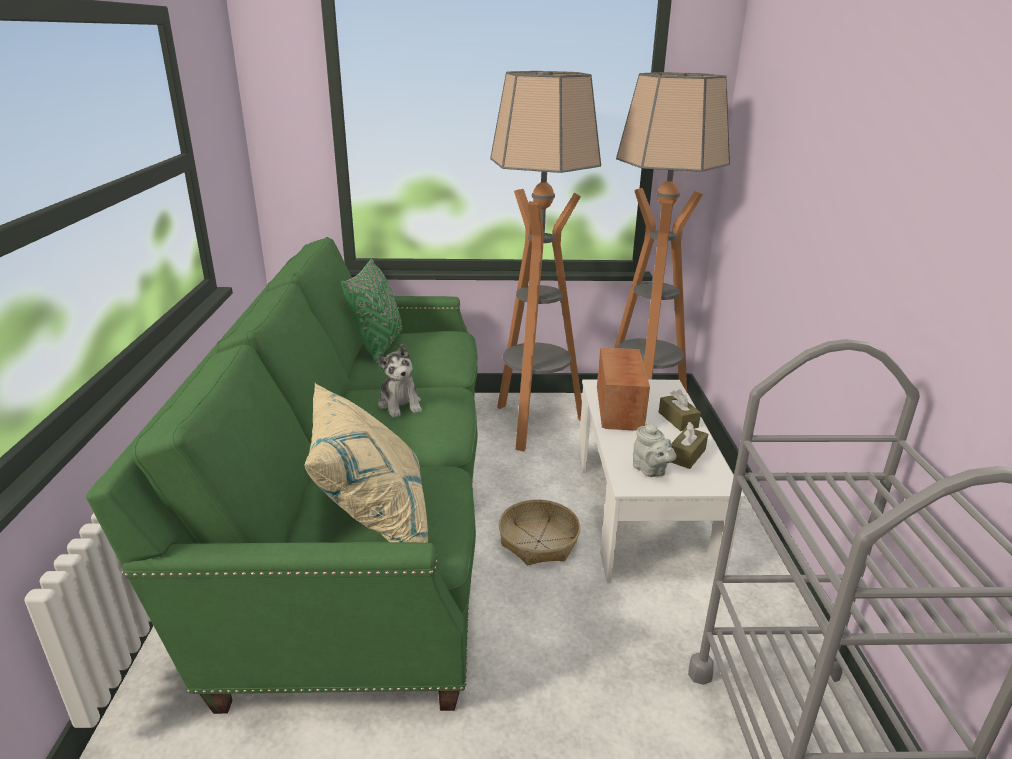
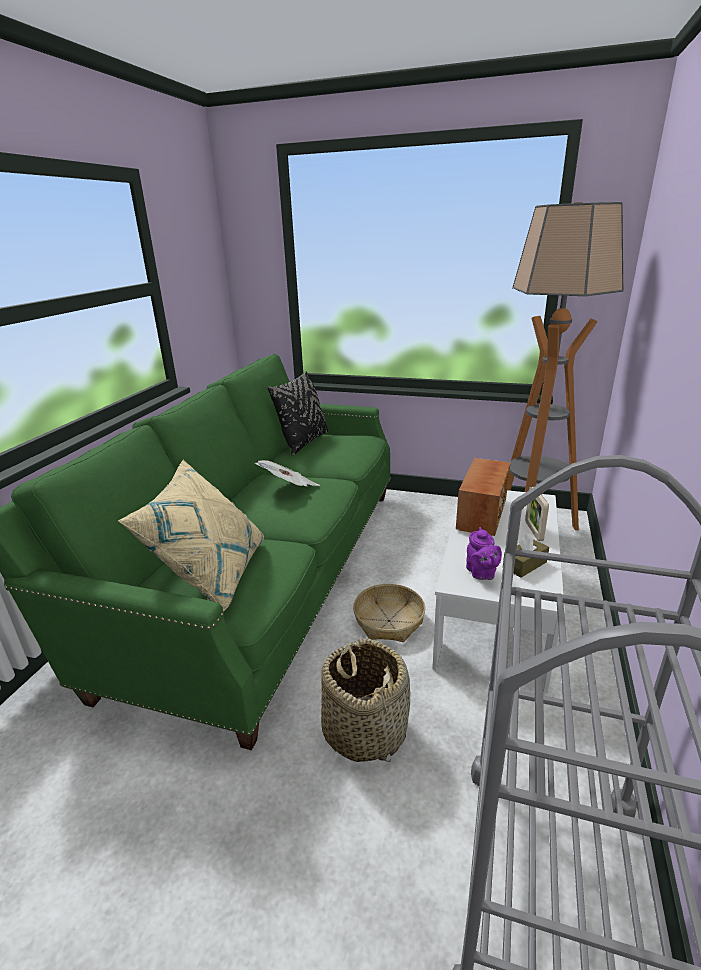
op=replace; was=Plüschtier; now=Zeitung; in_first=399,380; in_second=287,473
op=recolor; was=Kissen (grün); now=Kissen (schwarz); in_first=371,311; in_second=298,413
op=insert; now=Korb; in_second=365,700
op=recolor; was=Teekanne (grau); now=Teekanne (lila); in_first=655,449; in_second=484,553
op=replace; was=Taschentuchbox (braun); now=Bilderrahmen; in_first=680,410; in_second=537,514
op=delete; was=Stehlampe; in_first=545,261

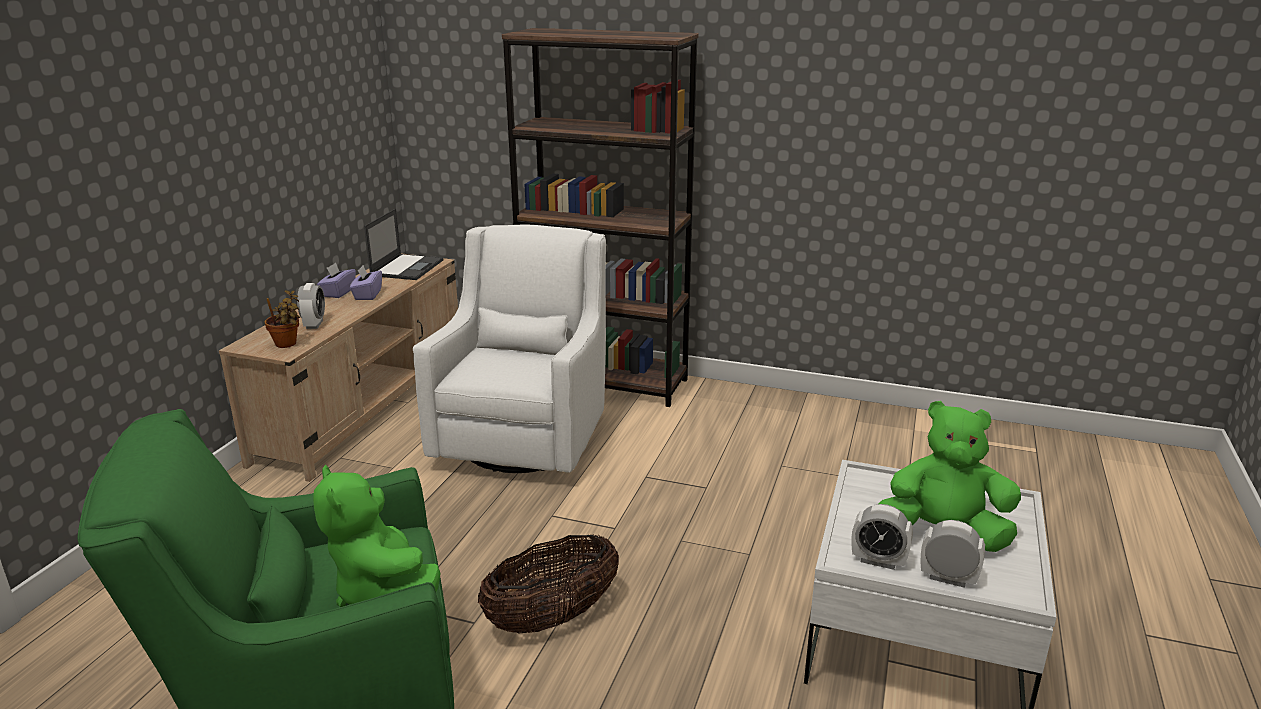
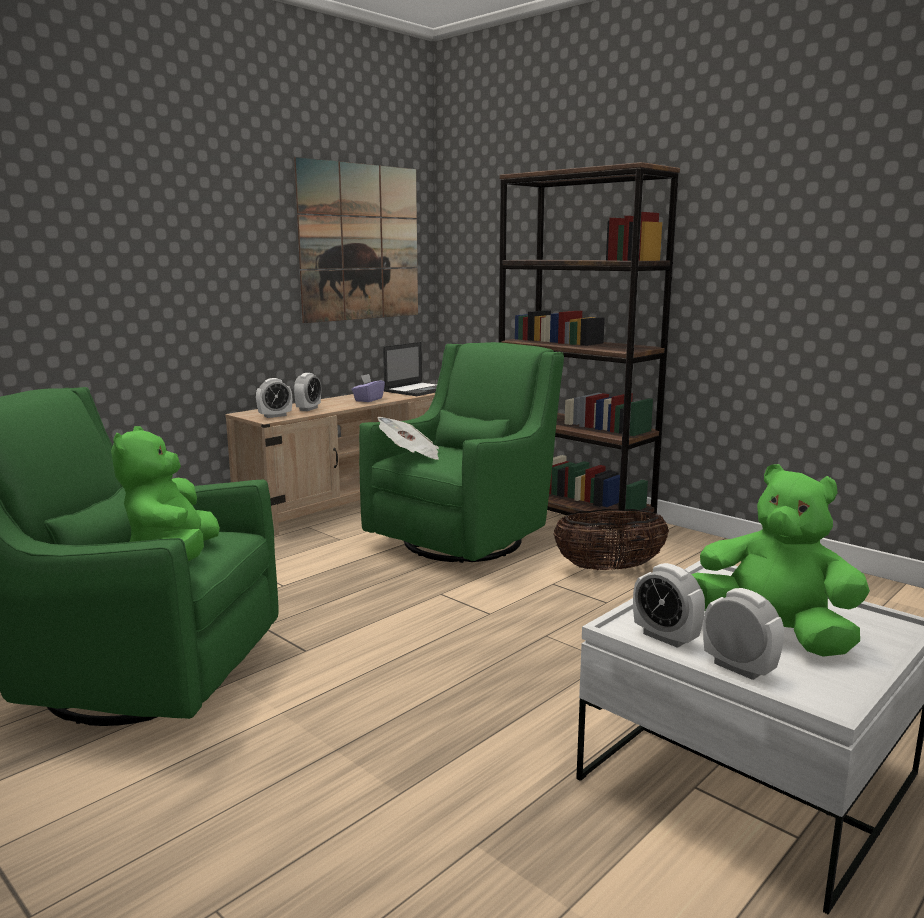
op=replace; was=Topfpflanze; now=Wecker; in_first=282,319; in_second=274,398
op=insert; now=Bild; in_second=356,240
op=recolor; was=Sessel (weiß); now=Sessel (grün); in_first=509,348; in_second=461,452
op=insert; now=Zeitung; in_second=408,438
op=move; was=Korb; in_first=548,583; in_second=611,539
op=delete; was=Taschentuchbox (lila); in_first=336,280

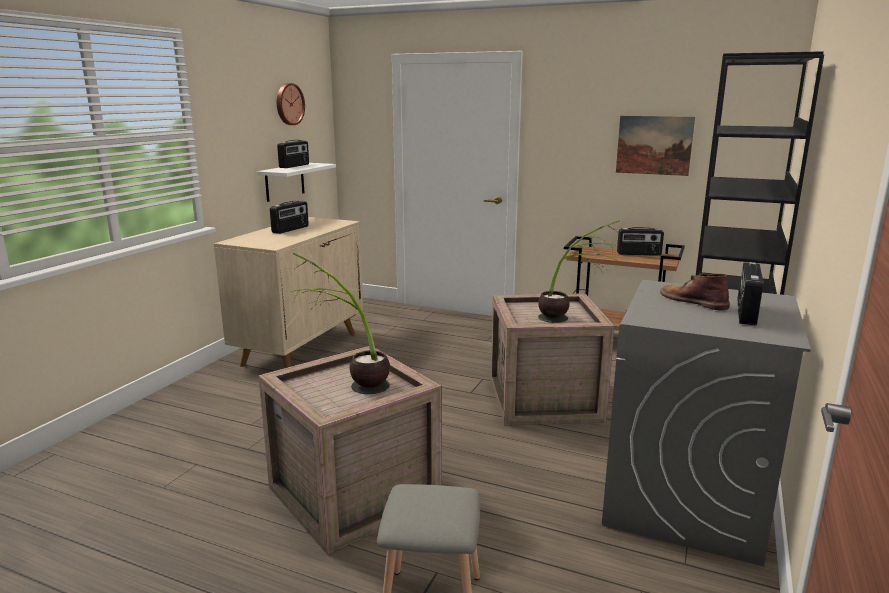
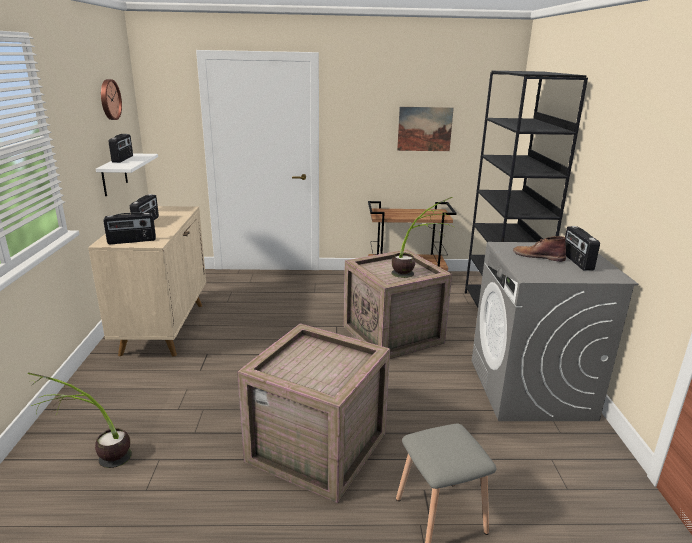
op=move; was=Topfpflanze; in_first=340,323; in_second=80,420
op=move; was=Radio; in_first=640,241; in_second=129,228

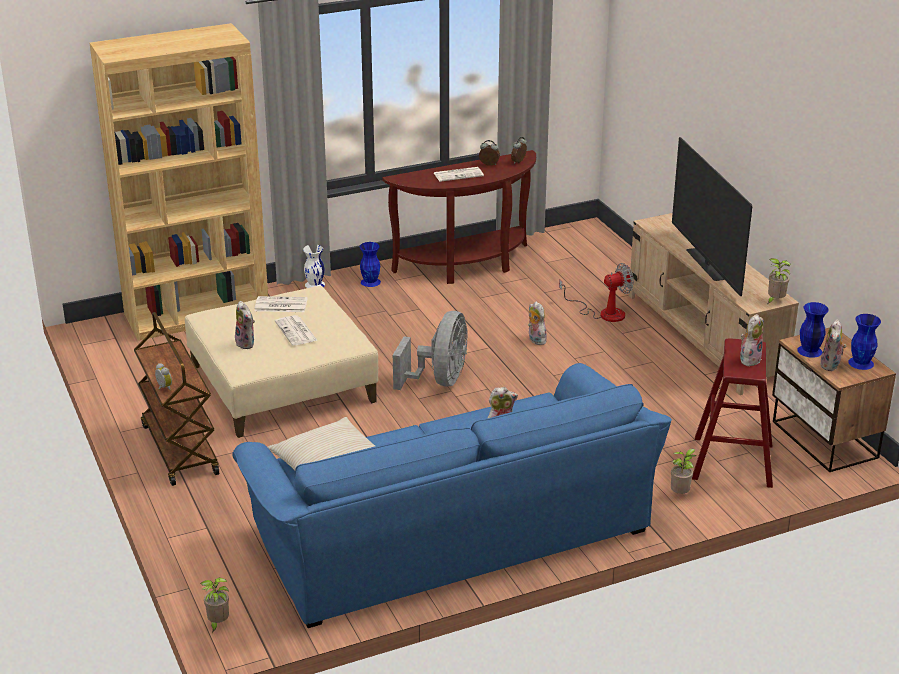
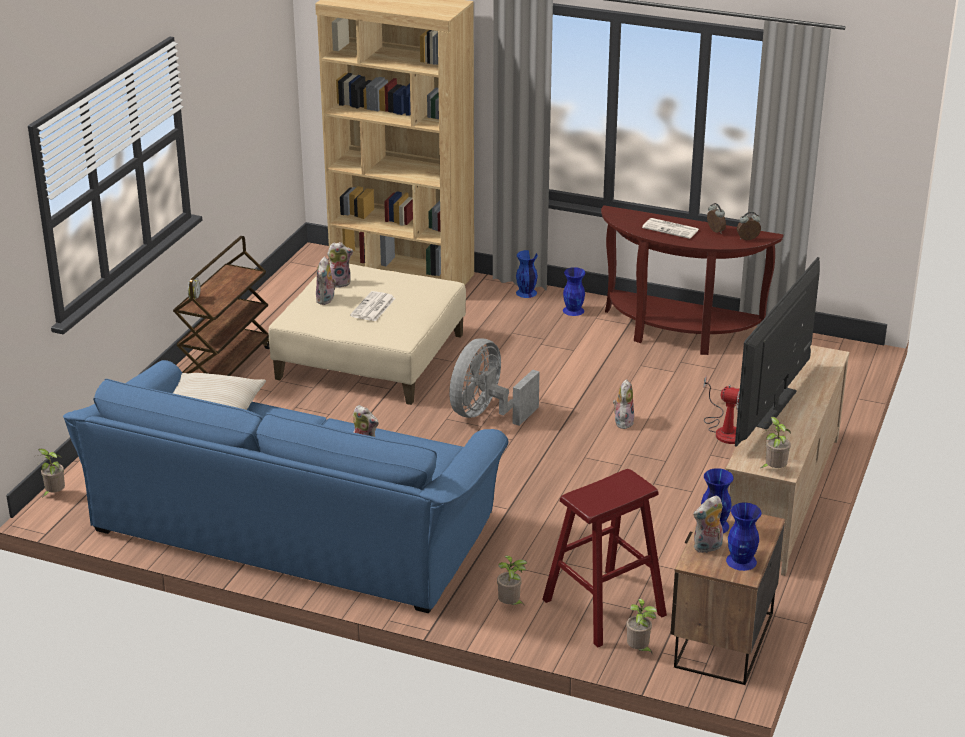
op=move; was=Plüschtier; in_first=752,340; in_second=340,265
op=rotate; was=Ventilator (grau); in_first=430,350; in_second=494,382; clockwise=150
op=recolor; was=Vase (weiß); now=Vase (blau); in_first=314,266; in_second=527,274
op=insert; now=Topfpflanze; in_second=641,625
op=delete; was=Zeitung; in_first=281,304

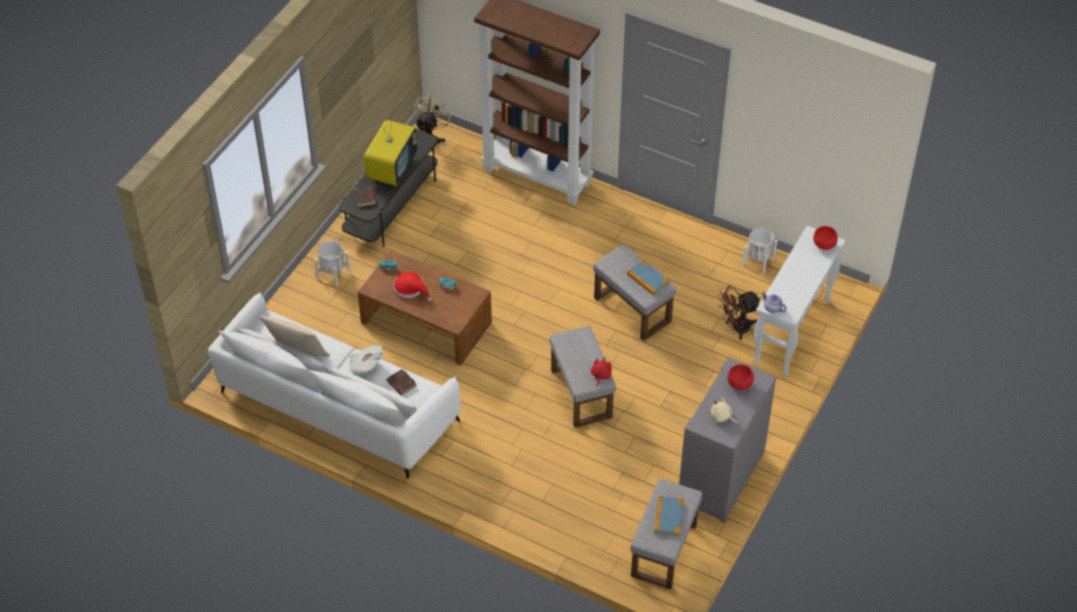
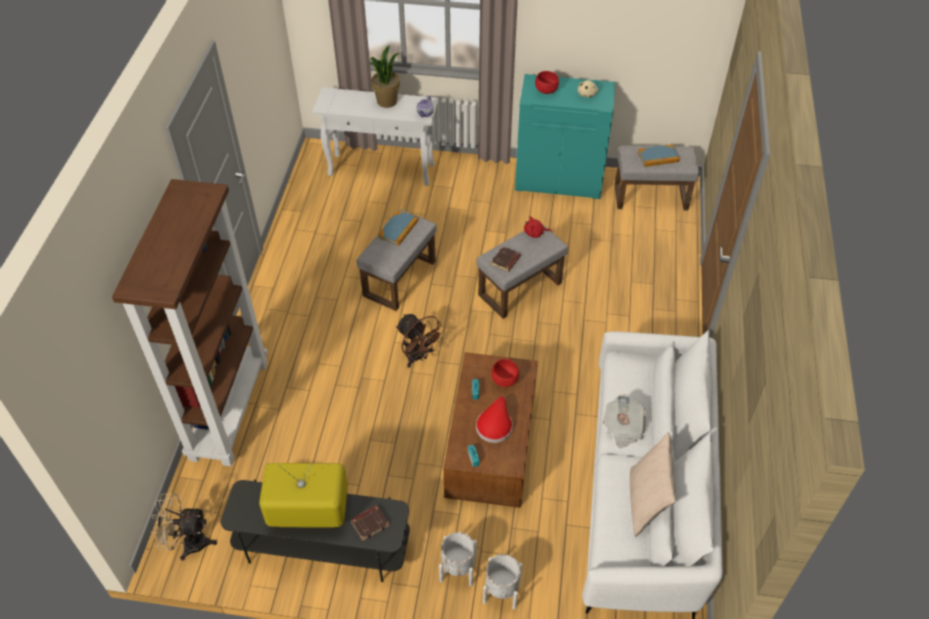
op=insert; now=Topfpflanze; in_second=384,76
op=move; was=Ventilator (braun); in_first=739,313; in_second=420,341
op=move; was=Pflanzkübel (weiß); in_first=759,251; in_second=502,582
op=move; was=Buch (braun); in_first=401,382; in_second=506,259
op=move; was=Schüssel (rot); in_first=825,238; in_second=505,373
op=recolor; was=Schrank (grau); now=Schrank (türkis); in_first=727,440; in_second=565,136

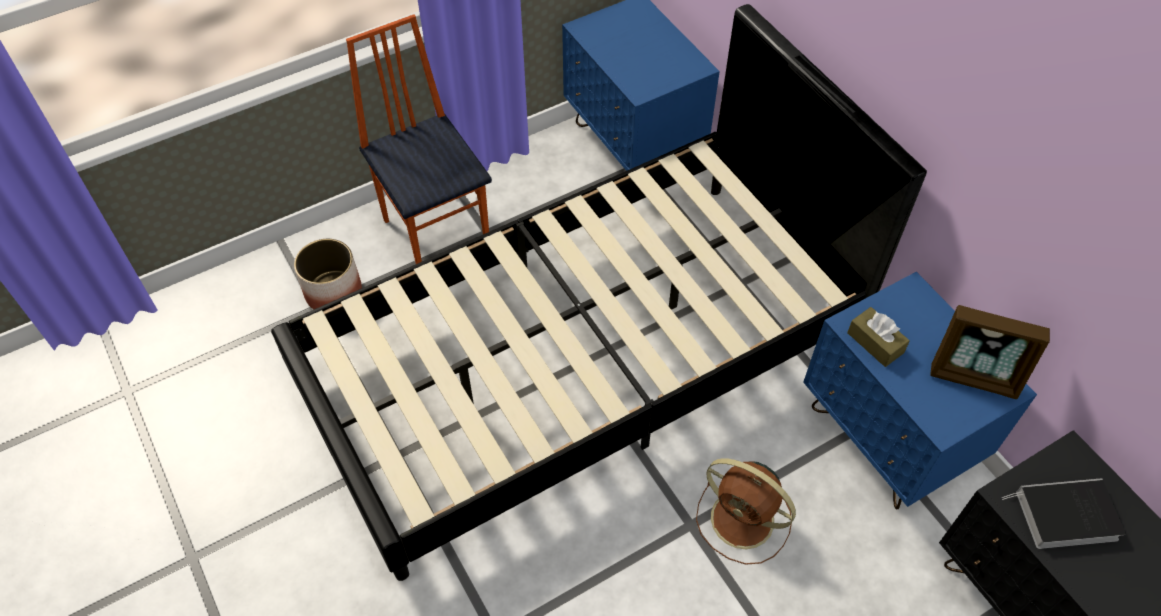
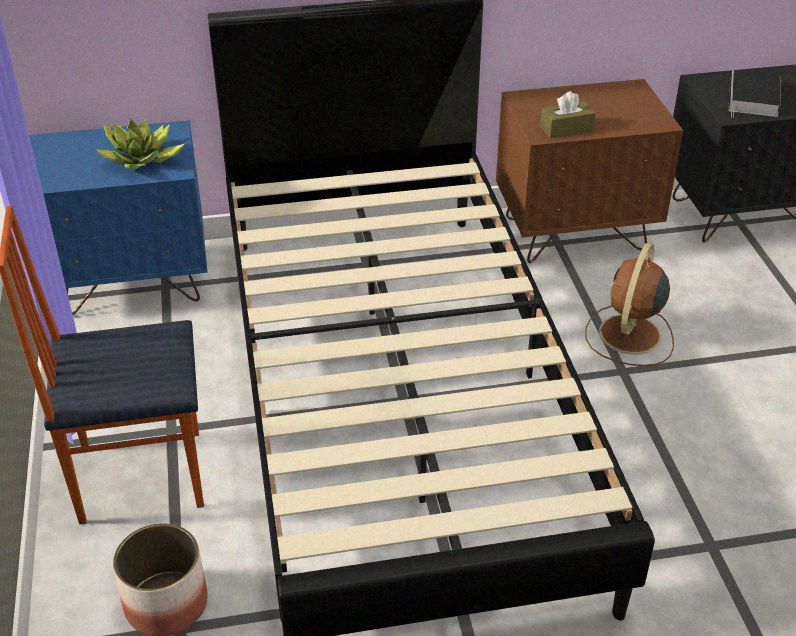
op=insert; now=Topfpflanze; in_second=141,143
op=recolor; was=Nachttisch (blau); now=Nachttisch (braun); in_first=920,390; in_second=589,171
op=rotate; was=Ventilator (braun); in_first=746,511; in_second=629,304; clockwise=150
op=delete; was=Bilderrahmen; in_first=990,352

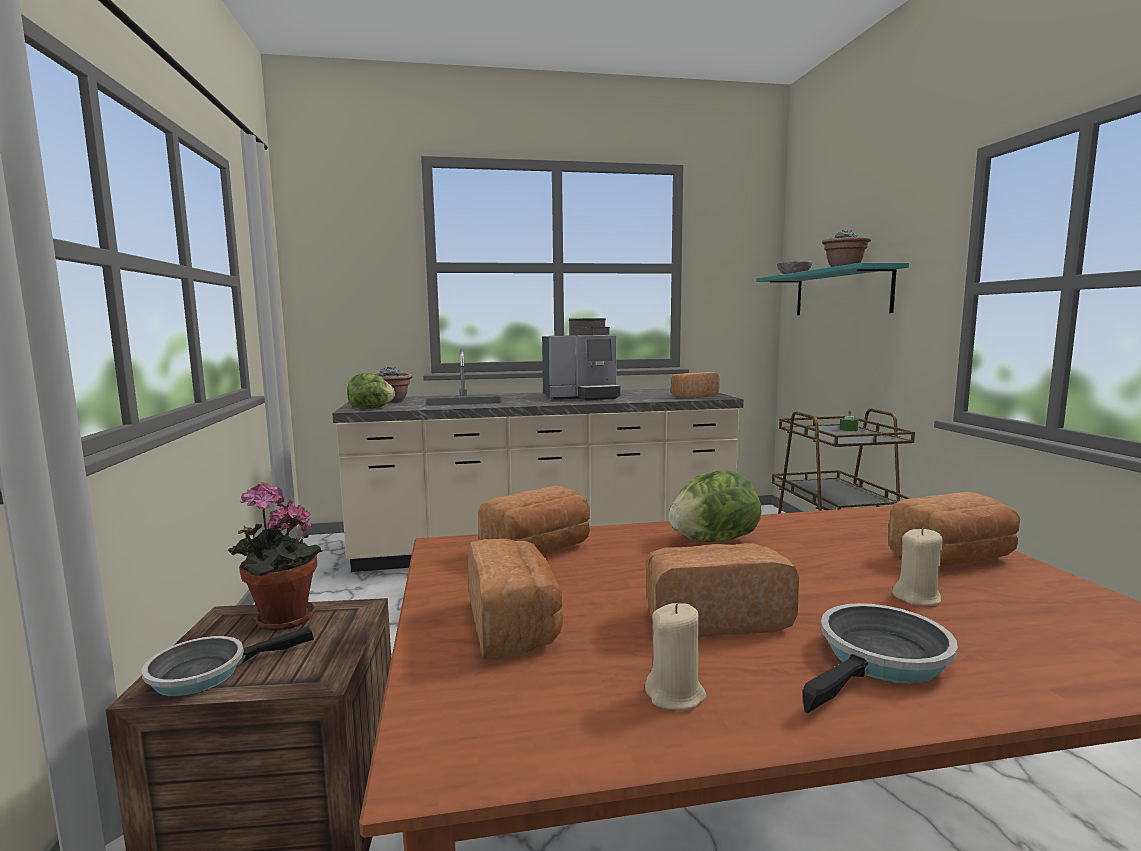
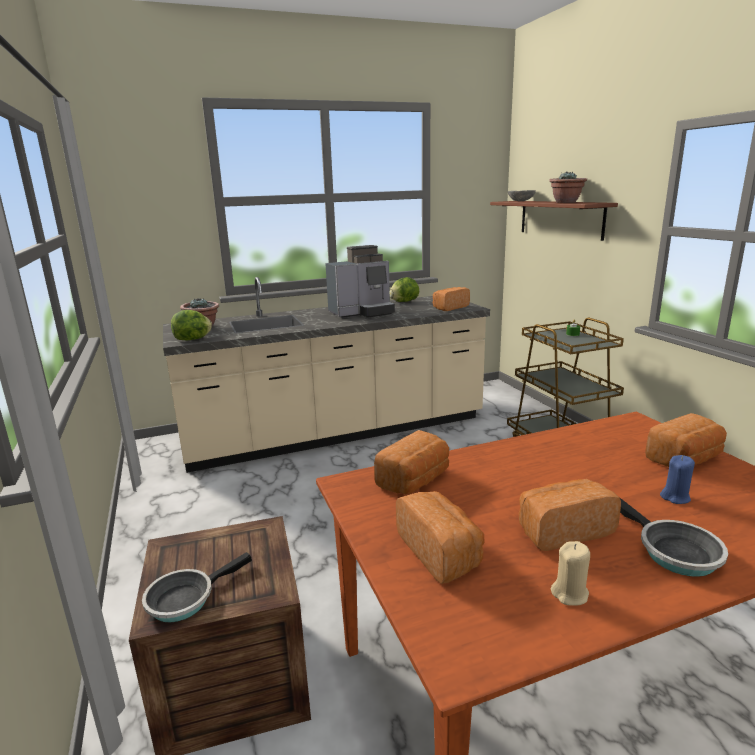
op=move; was=Salatkopf; in_first=715,506; in_second=404,289
op=recolor; was=Wandregal (türkis); now=Wandregal (braun); in_first=832,288; in_second=554,221
op=rotate; was=Pfanne; in_first=880,658; in_second=673,537; clockwise=120
op=recolor; was=Kerze (beige); now=Kerze (blau); in_first=917,567; in_second=677,479
op=delete; was=Topfpflanze; in_first=275,556

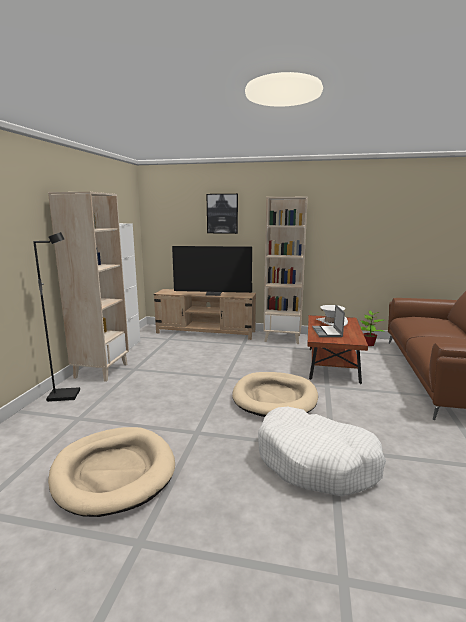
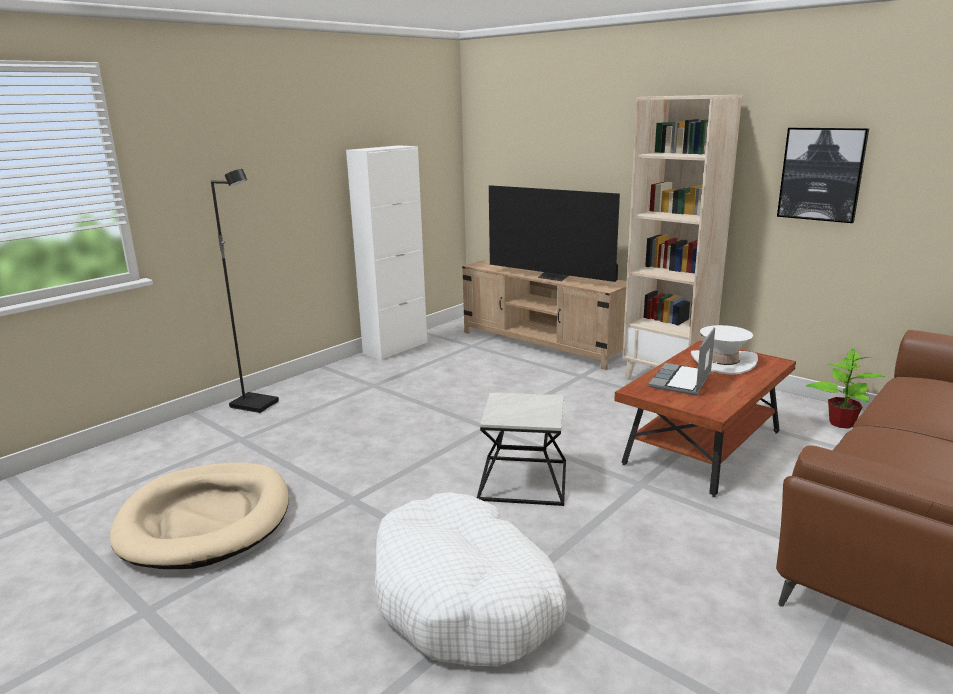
op=replace; was=Hundebett (beige); now=Beistelltisch; in_first=275,394; in_second=521,449
op=move; was=Bild; in_first=222,214; in_second=823,175
op=delete; was=Bücherregal (beige); in_first=88,287

